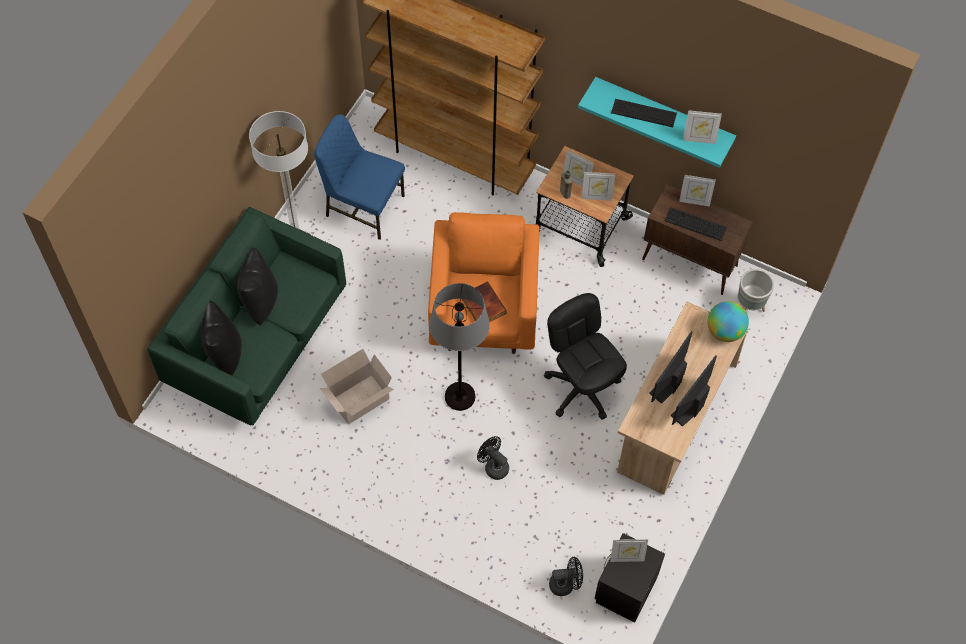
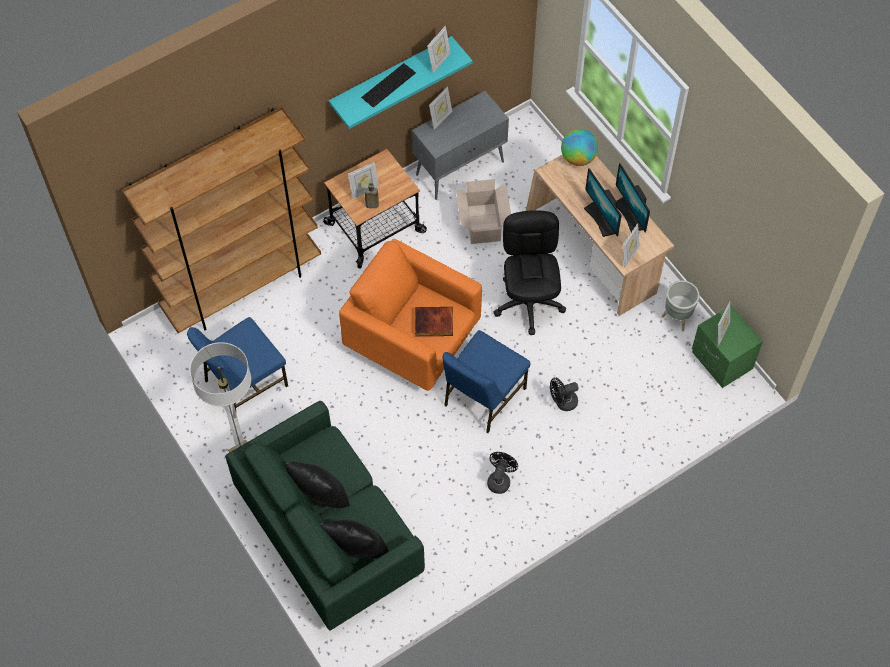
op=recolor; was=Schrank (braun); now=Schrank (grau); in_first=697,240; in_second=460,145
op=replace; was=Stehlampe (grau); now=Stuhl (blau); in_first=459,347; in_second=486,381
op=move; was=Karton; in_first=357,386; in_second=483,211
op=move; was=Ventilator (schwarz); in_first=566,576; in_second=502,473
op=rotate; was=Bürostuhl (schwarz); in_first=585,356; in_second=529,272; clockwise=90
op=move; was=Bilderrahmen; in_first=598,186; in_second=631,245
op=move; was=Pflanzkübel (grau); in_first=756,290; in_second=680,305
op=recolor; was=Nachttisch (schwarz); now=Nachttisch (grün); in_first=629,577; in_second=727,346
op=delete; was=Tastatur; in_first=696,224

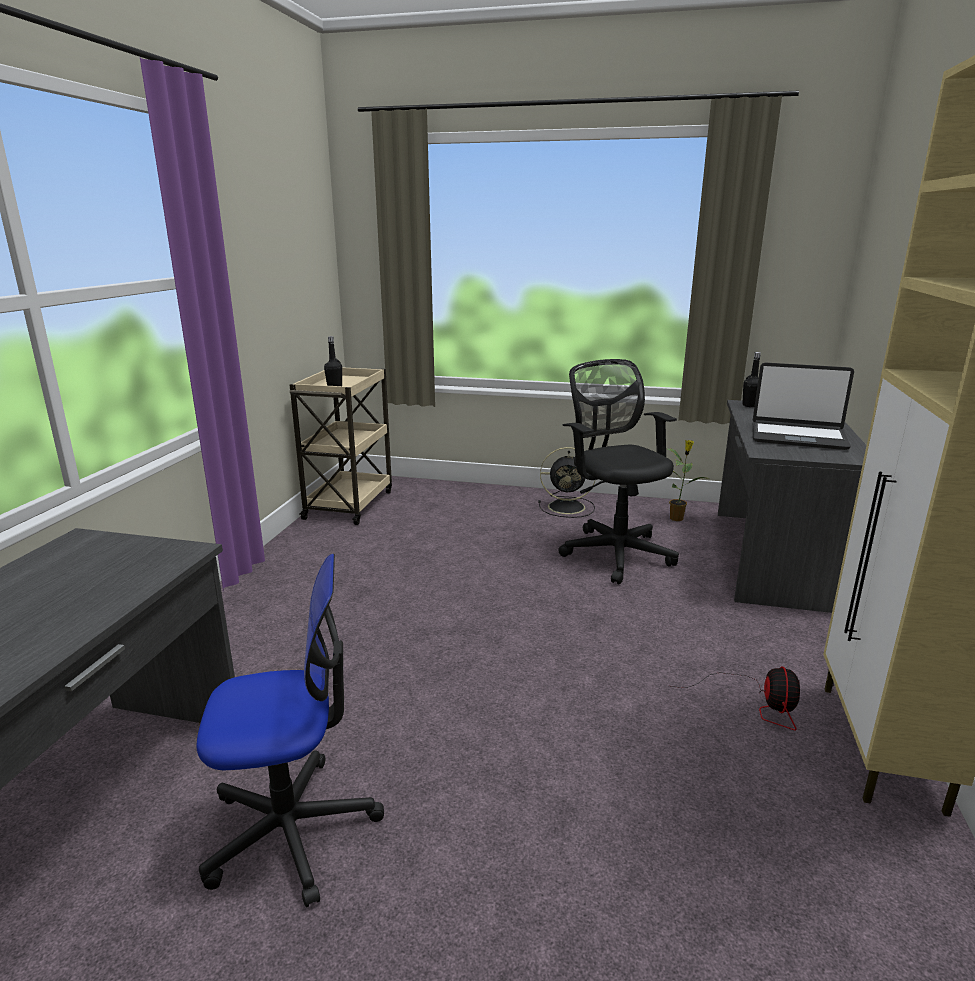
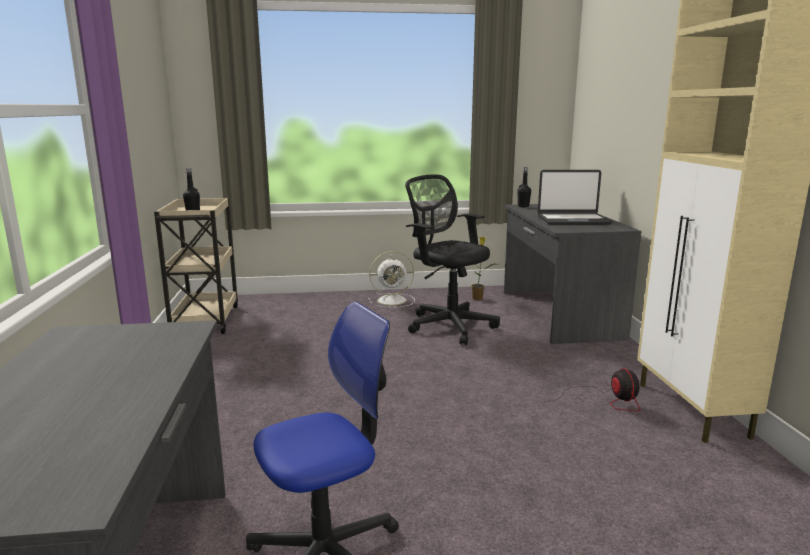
op=recolor; was=Ventilator (schwarz); now=Ventilator (weiß); in_first=566,482; in_second=391,279

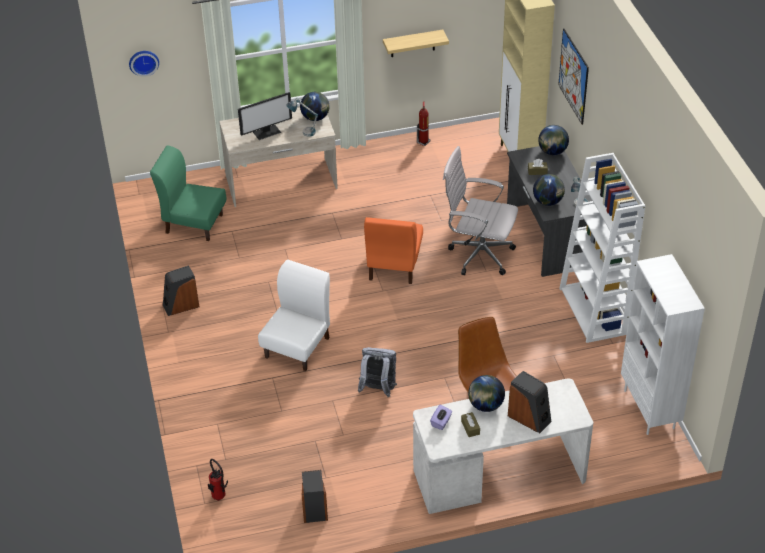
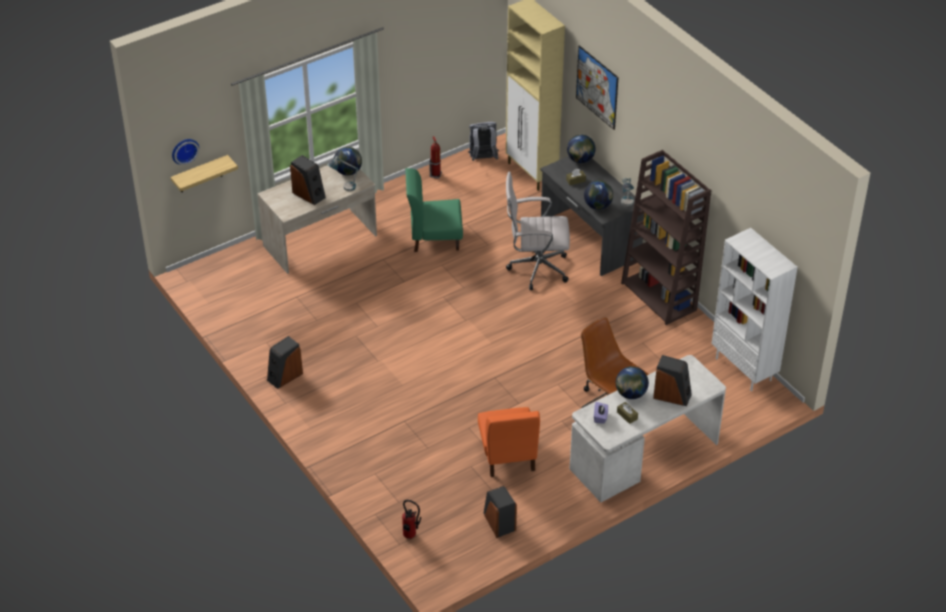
op=move; was=Wandregal; in_first=416,43; in_second=204,173
op=replace; was=Monitor; now=Lautsprecher; in_first=265,116; in_second=308,180
op=move; was=Stuhl (grün); in_first=188,193; in_second=434,210
op=move; was=Rucksack (grau); in_first=377,372; in_second=483,141
op=move; was=Stuhl (orange); in_first=393,250; in_second=509,442
op=recolor; was=Bücherregal (weiß); now=Bücherregal (braun); in_first=602,248; in_second=666,237
op=delete; was=Stuhl (weiß); in_first=294,315

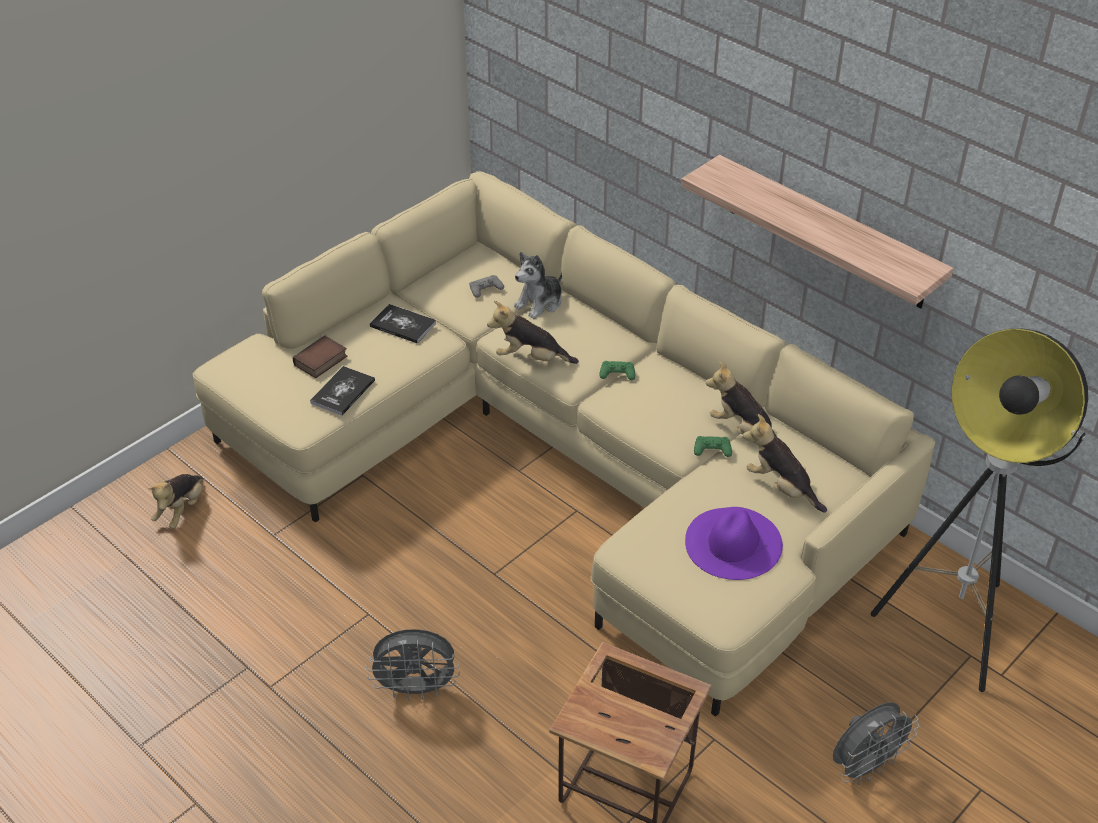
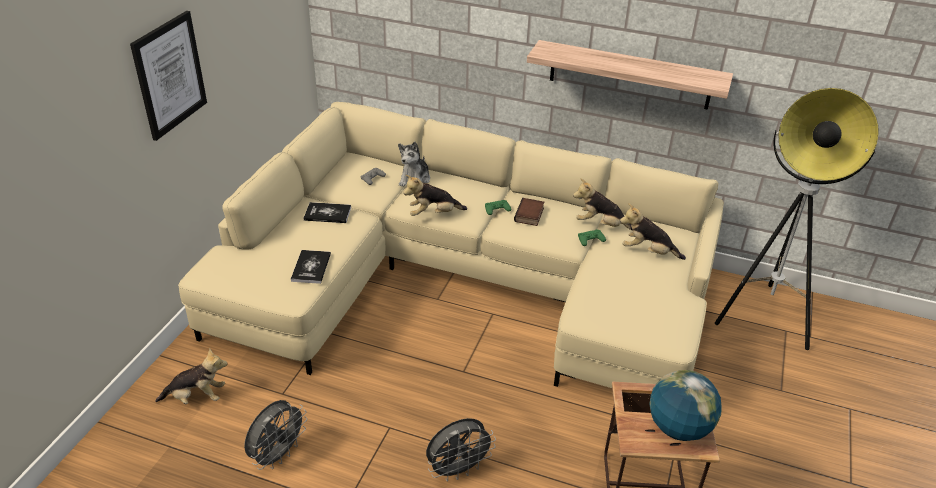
op=insert; now=Bild; in_second=168,76
op=rotate; was=Plüschtier; in_first=175,501; in_second=191,376; clockwise=-90
op=move; was=Ventilator (grau); in_first=876,743; in_second=276,435
op=move; was=Buch; in_first=320,357; in_second=529,212
op=insert; now=Globus; in_second=685,405
op=delete; was=Hut (lila); in_first=734,543

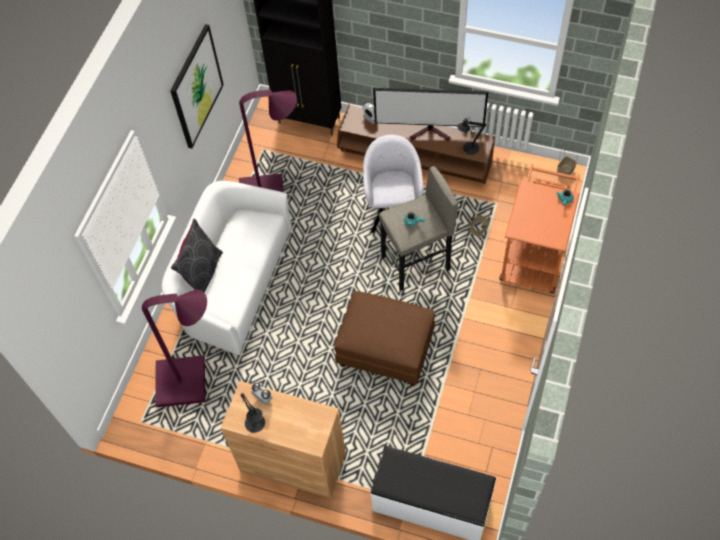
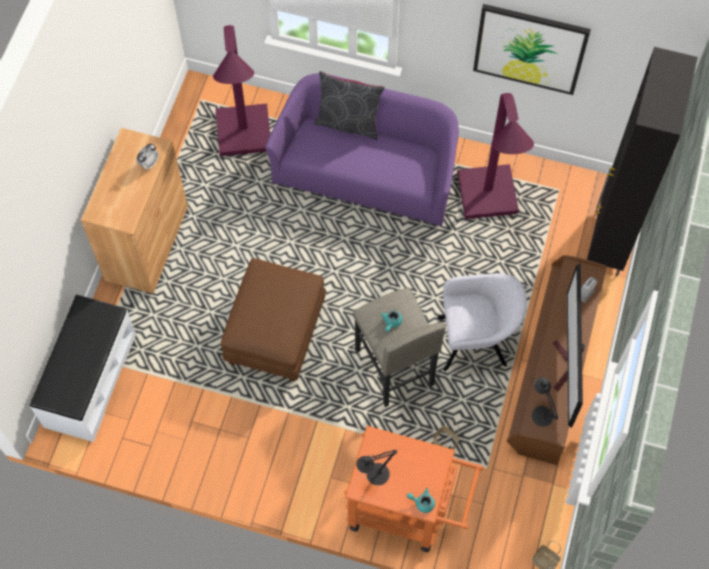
op=recolor; was=Sofa (weiß); now=Sofa (lila); in_first=227,268; in_second=362,150
op=move; was=Tischlampe (schwarz); in_first=253,413; in_second=376,467

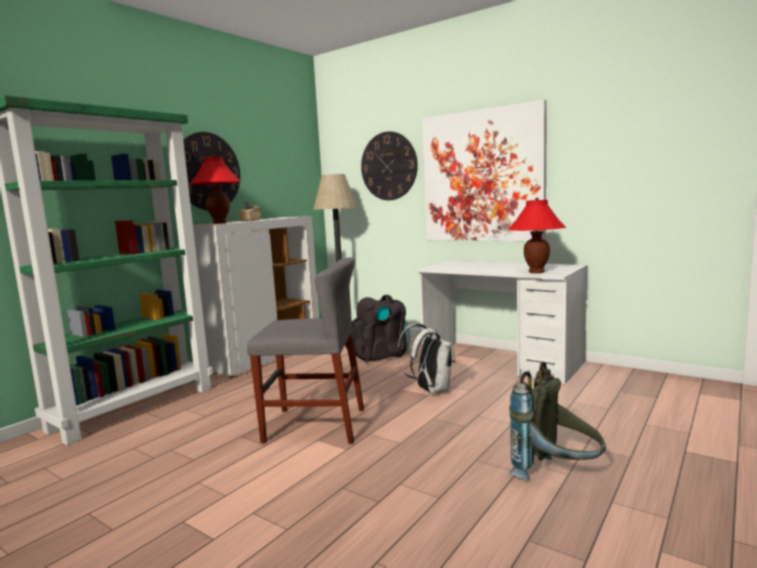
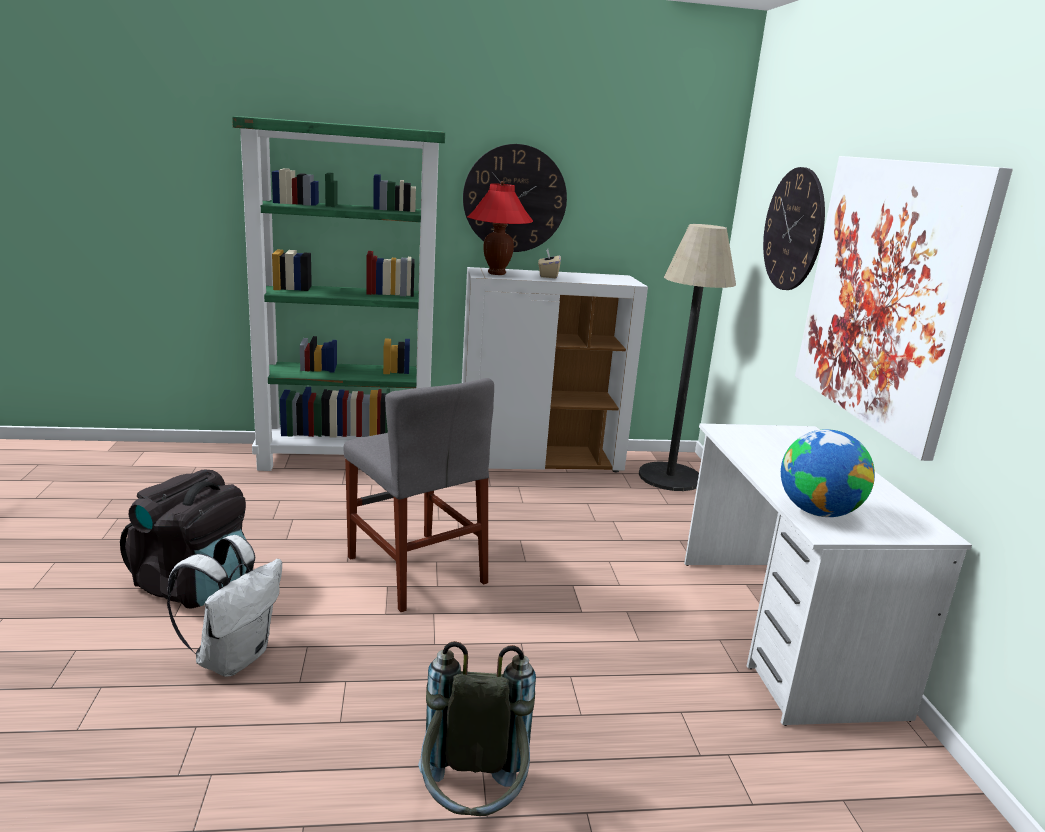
op=move; was=Rucksack (schwarz); in_first=378,328; in_second=183,539
op=move; was=Rucksack (weiß); in_first=426,359; in_second=224,606
op=replace; was=Tischlampe (rot); now=Globus; in_first=537,235; in_second=828,473

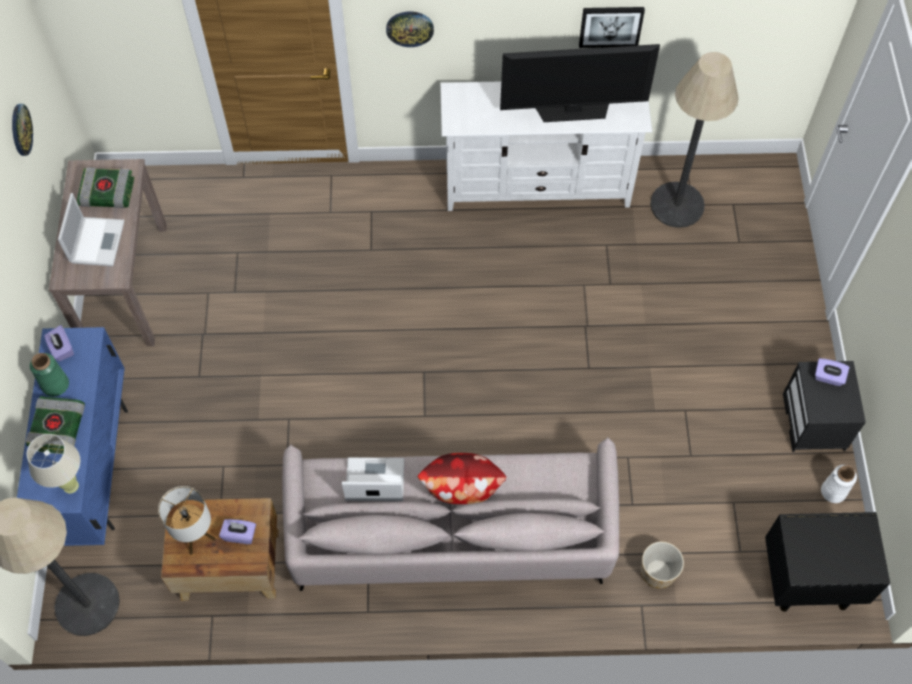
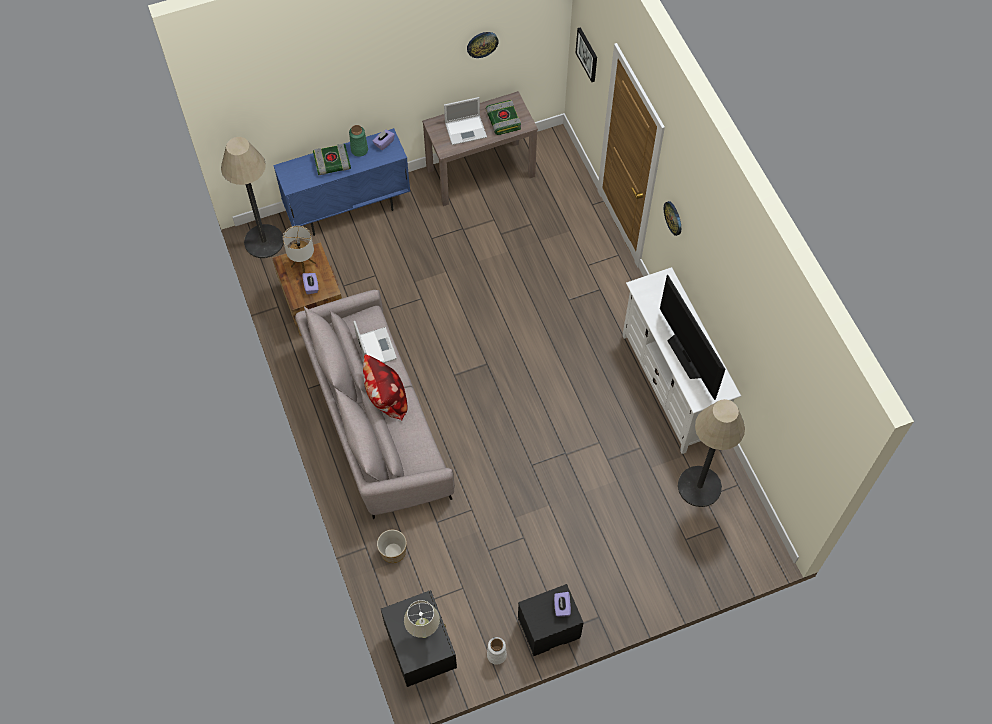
op=move; was=Tischlampe (beige); in_first=53,464; in_second=422,619
op=move; was=Bild; in_first=612,27; in_second=586,54

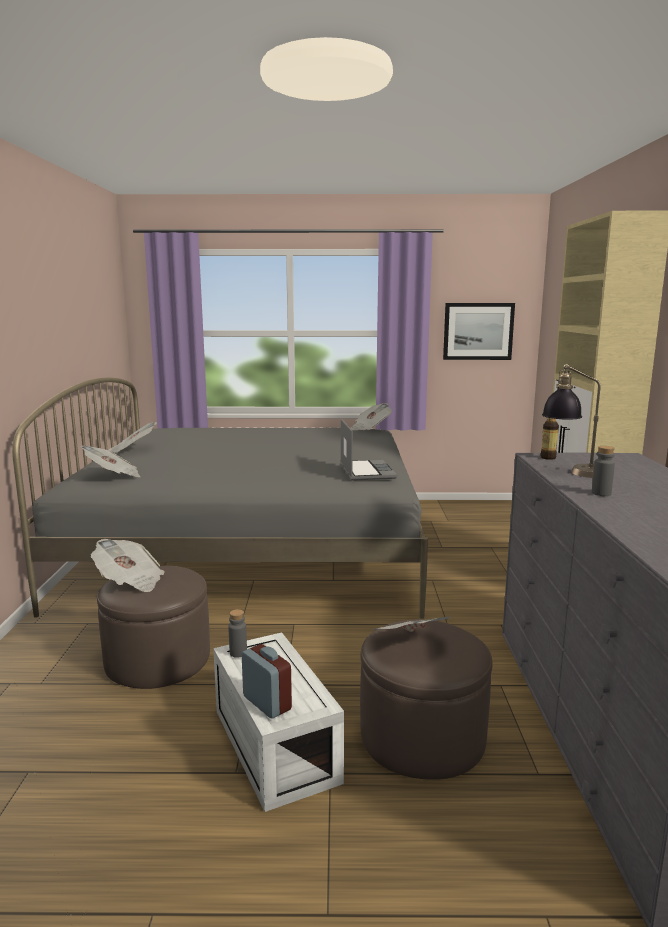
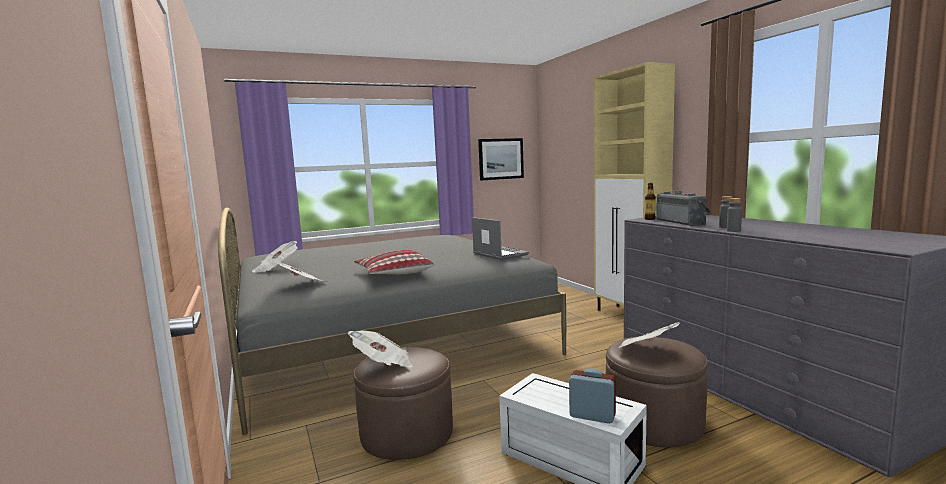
op=insert; now=Kissen; in_second=394,262
op=replace; was=Tischlampe; now=Radio; in_first=571,421; in_second=684,208
op=move; was=Flasche (grau); in_first=237,633; in_second=734,215
op=delete; was=Zeitung; in_first=371,416

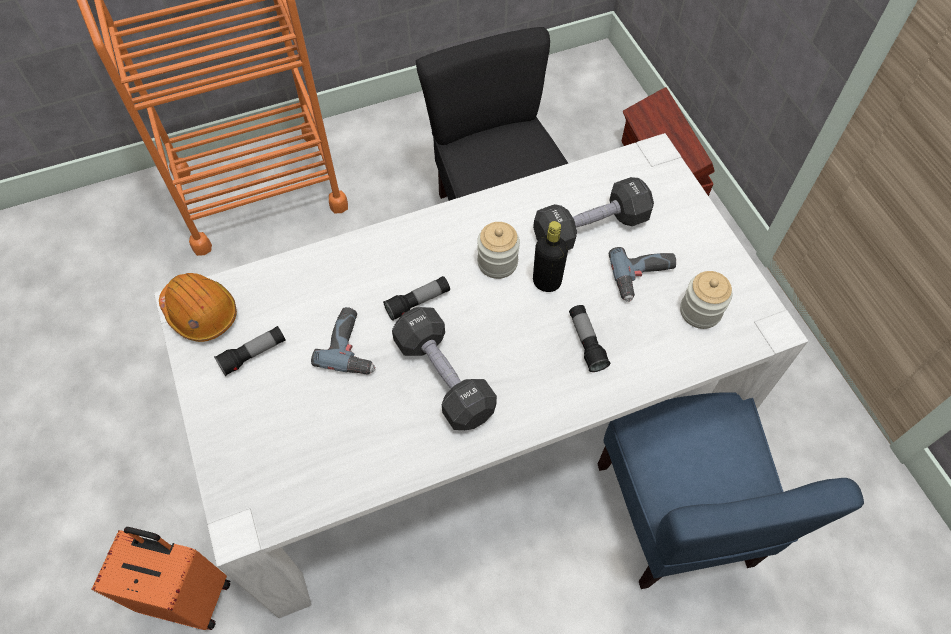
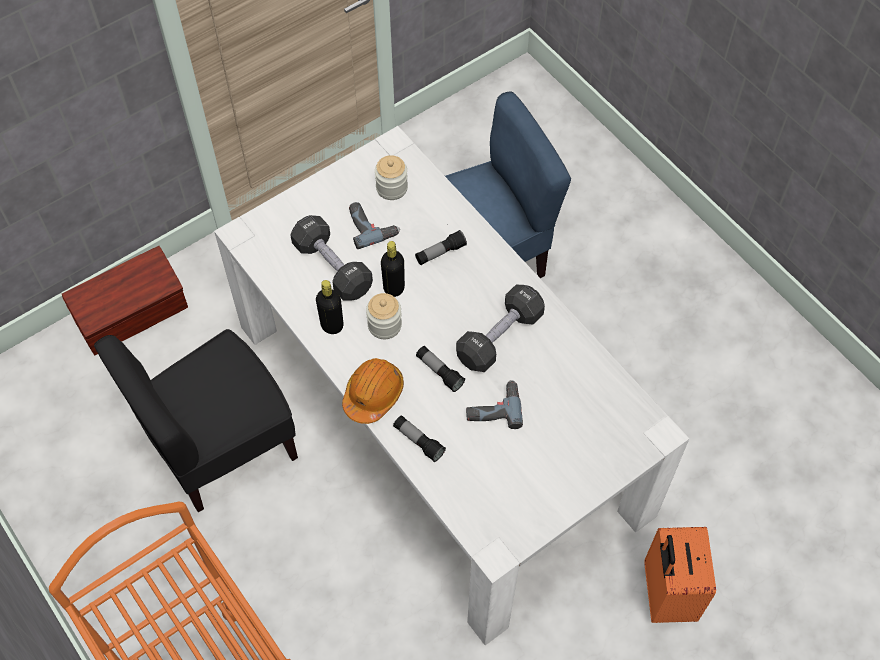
op=insert; now=Flasche (schwarz); in_second=329,307
op=move; was=Schutzhelm (orange); in_first=198,307; in_second=373,391
op=move; was=Taschenlampe; in_first=250,351; in_second=419,438

